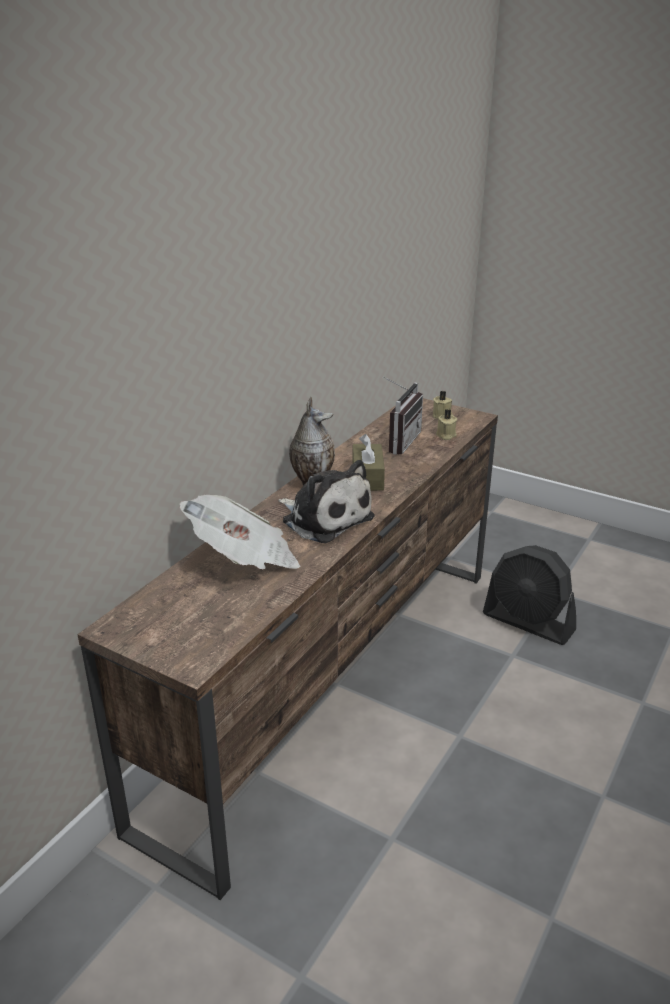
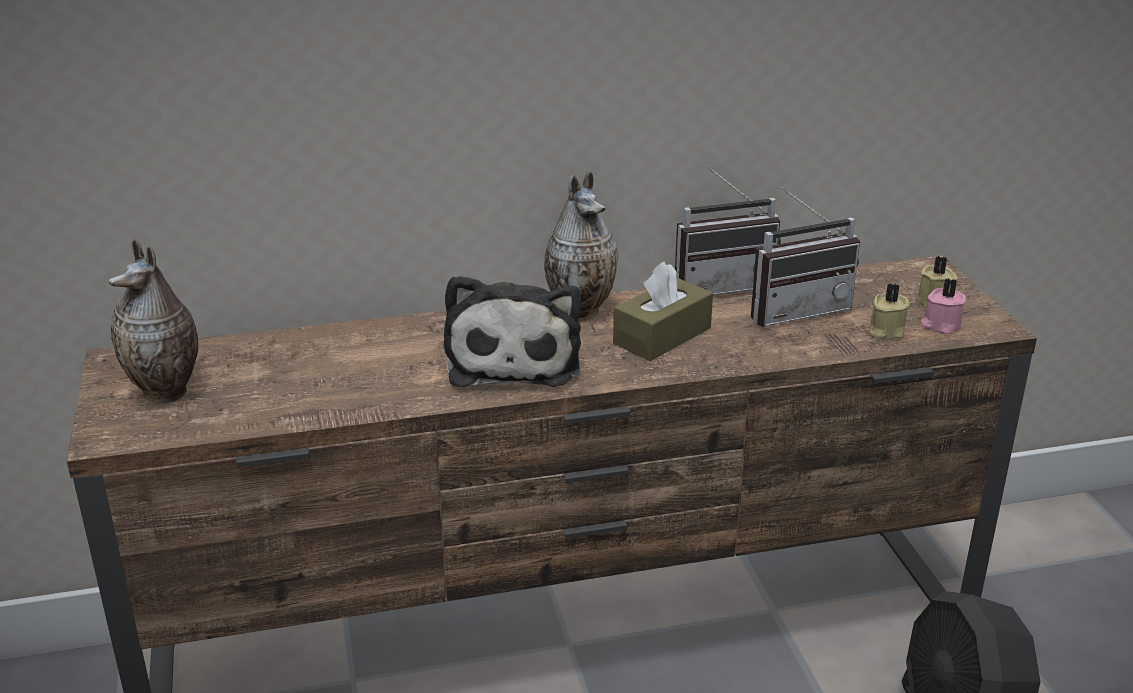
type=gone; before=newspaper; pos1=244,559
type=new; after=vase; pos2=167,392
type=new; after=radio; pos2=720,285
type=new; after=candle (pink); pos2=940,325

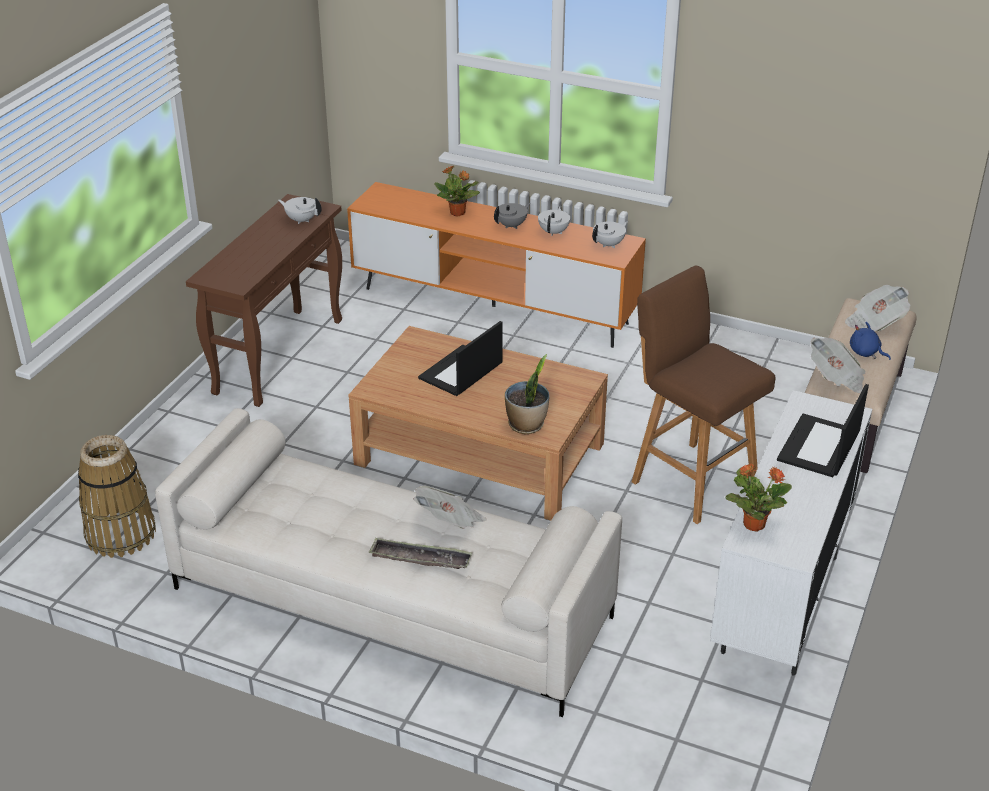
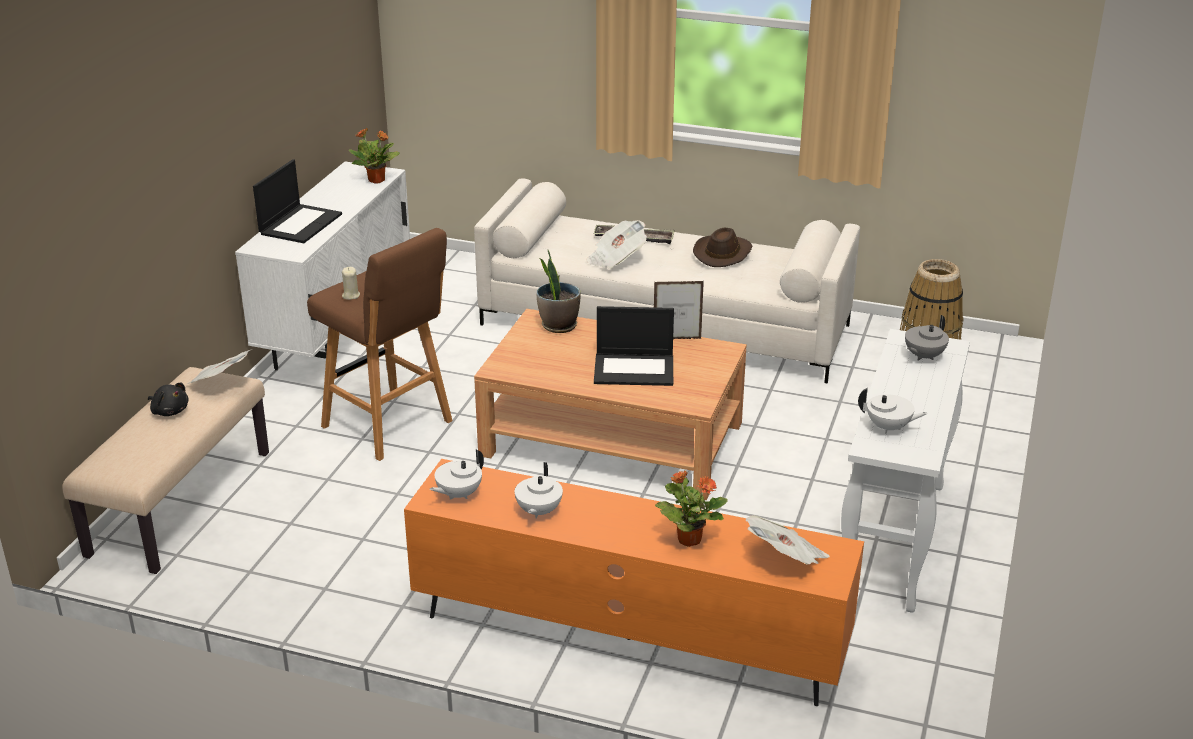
type=repainted; before=console table (brown); after=console table (white); pos1=279,355; pos2=894,541
type=rotated; before=laptop; pos1=461,372; pos2=635,369; turn=60
type=shifted; before=teapot (grey); pos1=512,225; pos2=923,356
type=shifted; before=newspaper; pos1=874,323; pos2=786,559
type=repainted; before=plush toy (blue); after=plush toy (black); pos1=866,353; pos2=169,411
type=new; after=candle (beige); pos2=350,295
type=new; after=picture frame; pos2=677,339
type=new; after=hat (brown); pos2=722,253

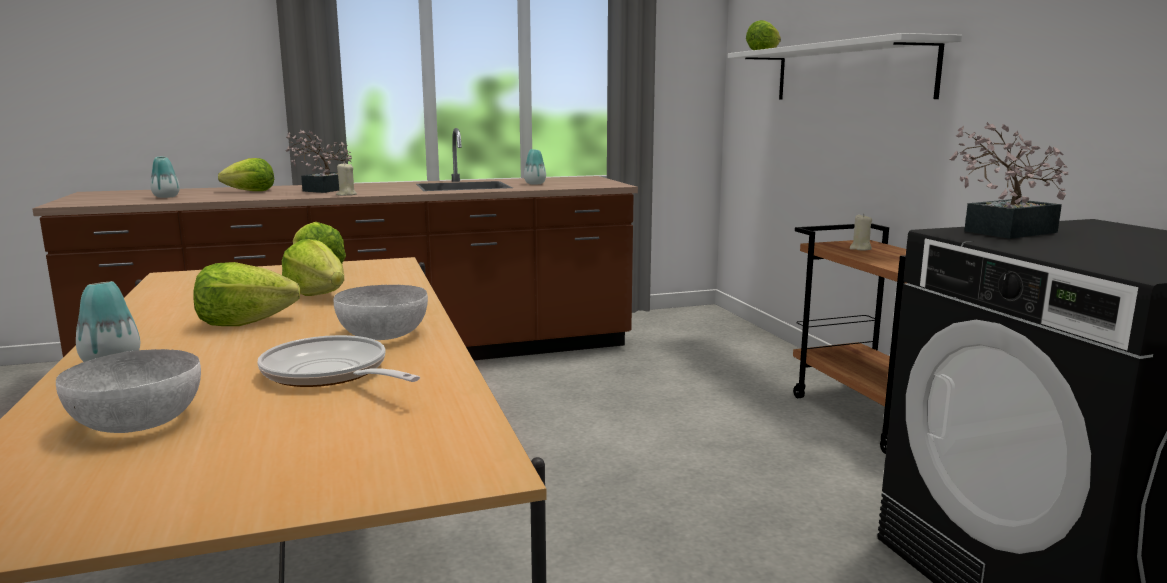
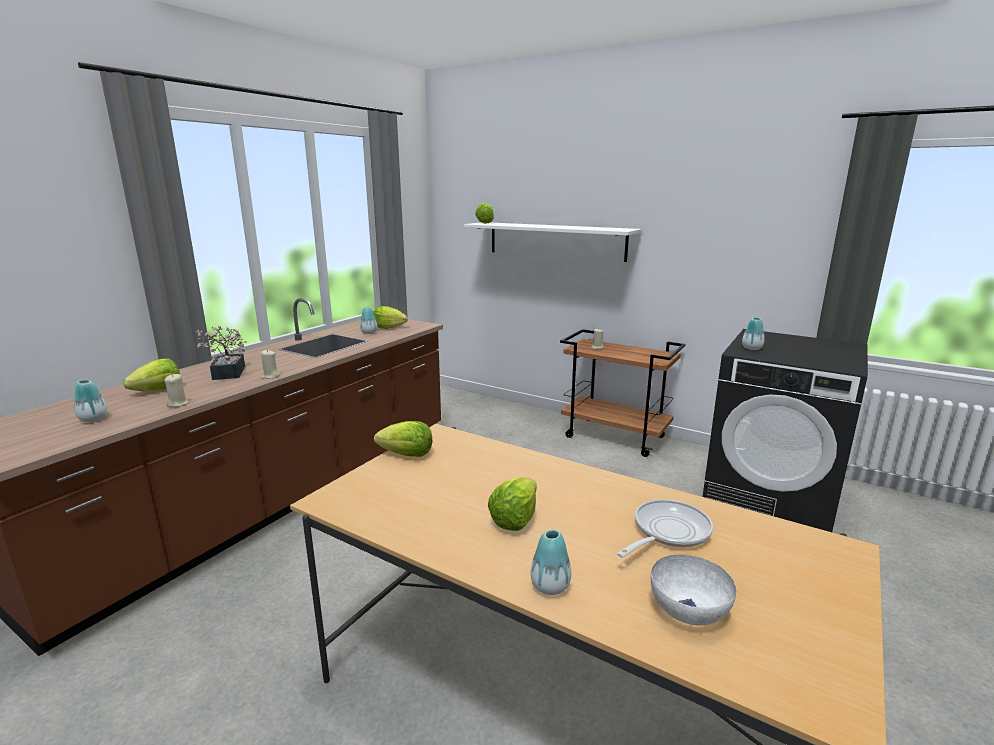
type=rotated; before=frying pan; pos1=330,374; pos2=667,532; turn=135
type=shifted; before=lettuce; pos1=317,294; pos2=388,327
type=gone; before=bowl (white); pos1=383,334
type=swapped; before=potted plant; after=vase; pos1=1002,232; pos2=752,348
type=new; after=candle (beige); pos2=178,404

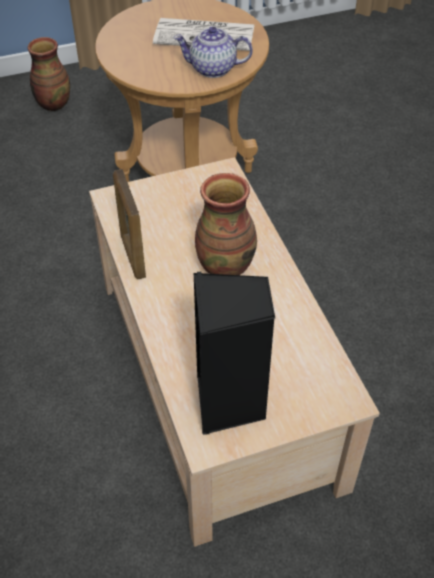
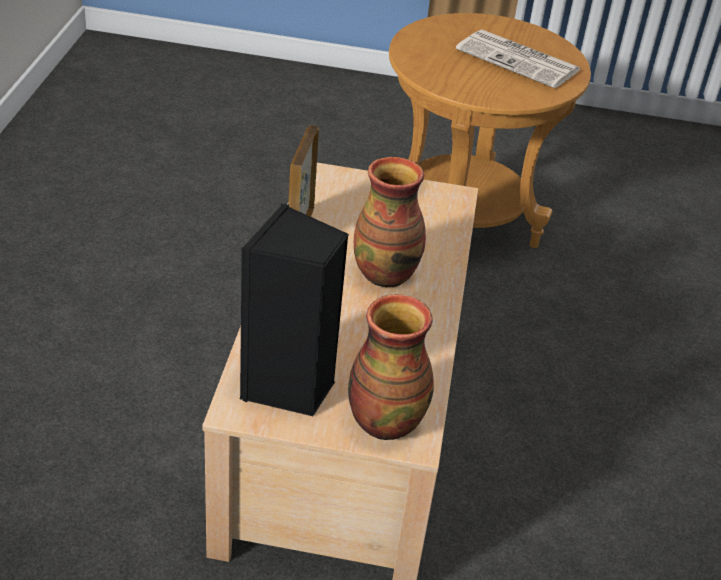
type=shifted; before=vase; pos1=53,104; pos2=384,421
type=gone; before=teapot; pos1=212,69

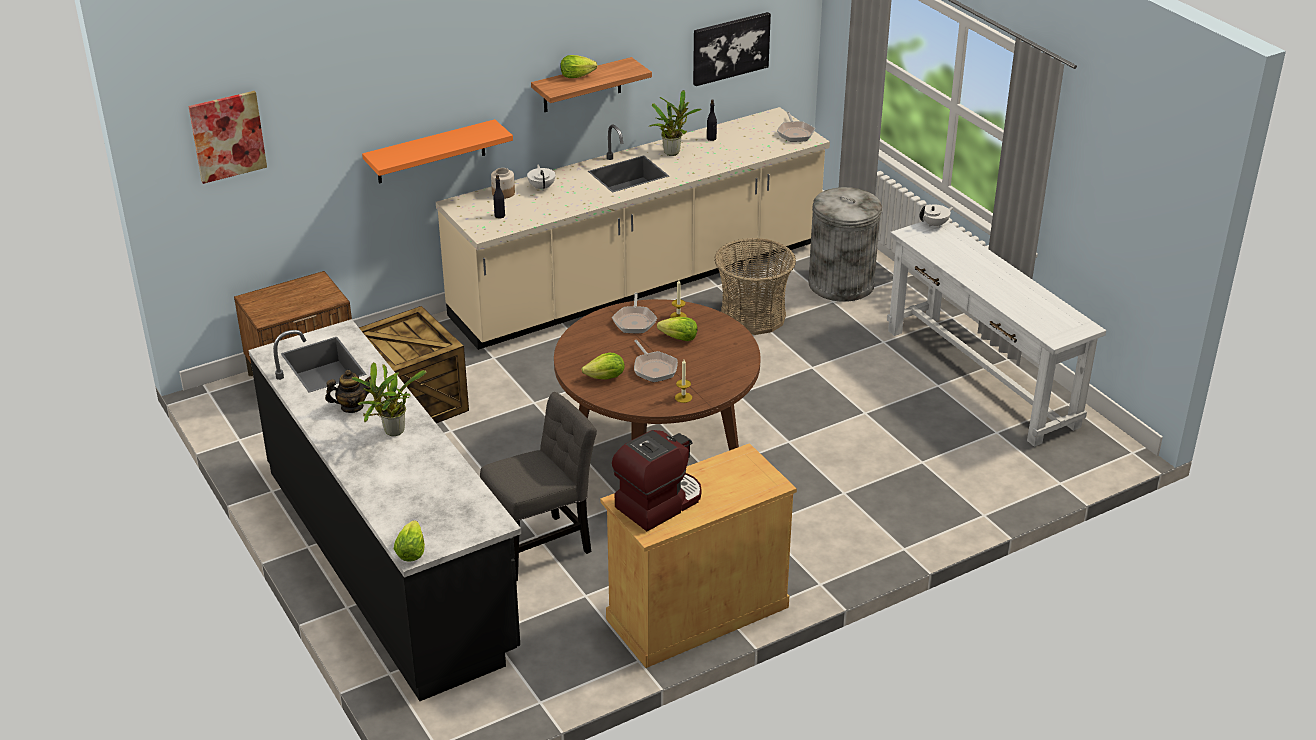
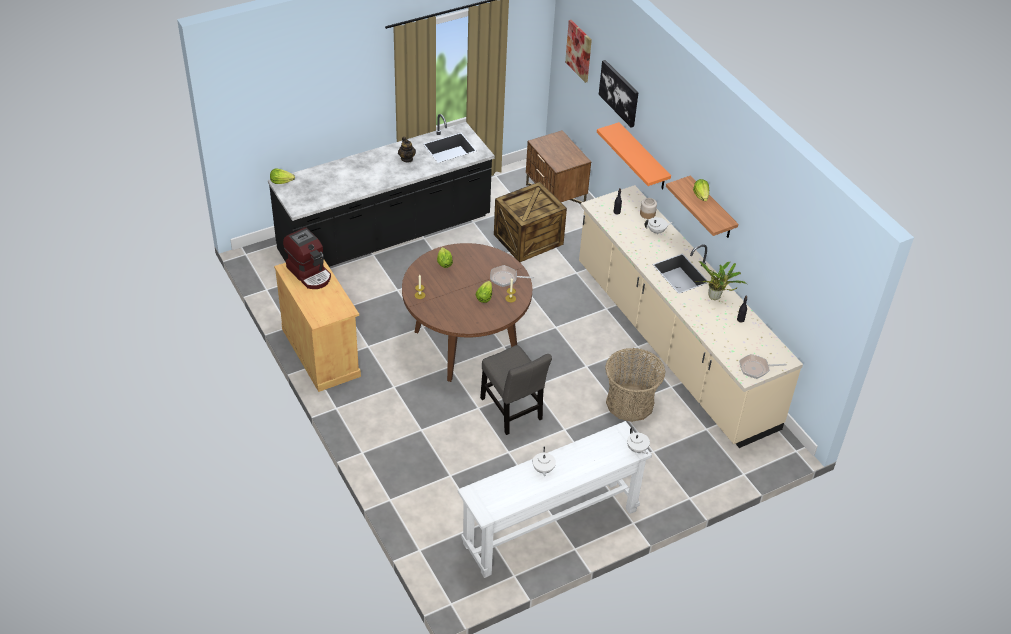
type=gone; before=potted plant; pos1=391,433
type=shifted; before=chair (grey); pos1=541,546; pos2=512,411
type=gone; before=frying pan; pos1=654,368
type=shifted; before=picture; pos1=730,48; pos2=619,93
type=gone; before=trash can (grey); pos1=841,284
type=new; after=teapot (white); pos2=543,469

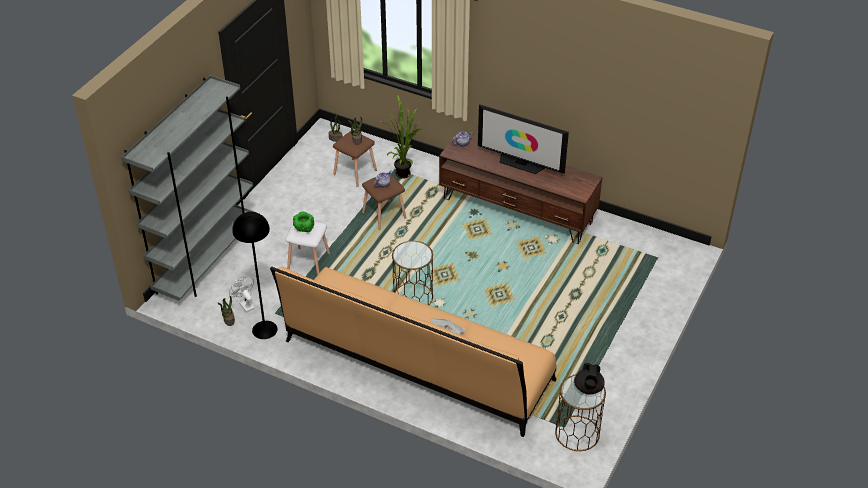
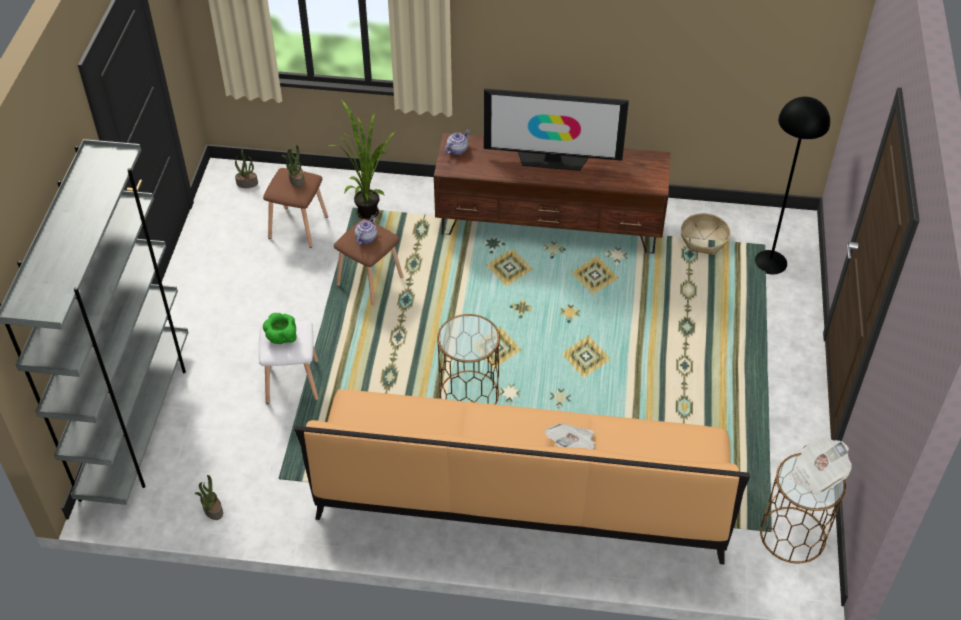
type=gone; before=fan (white); pos1=245,304
type=shifted; before=floor lamp (black); pos1=264,330; pos2=769,262
type=swapped; before=teapot (black); after=newspaper; pos1=588,388; pos2=816,474
type=new; after=basket; pos2=704,239

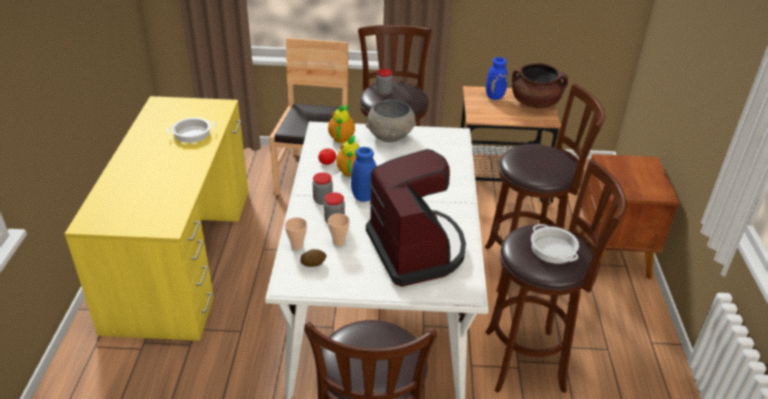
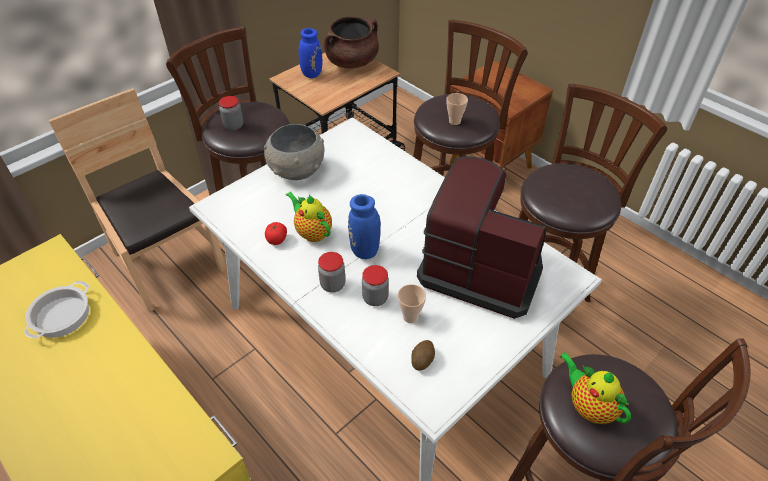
type=shifted; before=cup; pos1=297,245; pos2=454,121
type=shifted; before=teapot; pos1=342,137; pos2=588,406
type=gone; before=cooking pot; pos1=552,249

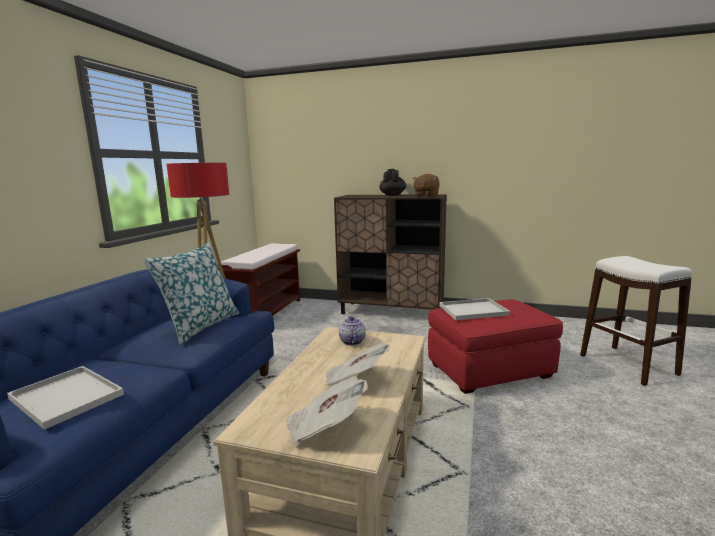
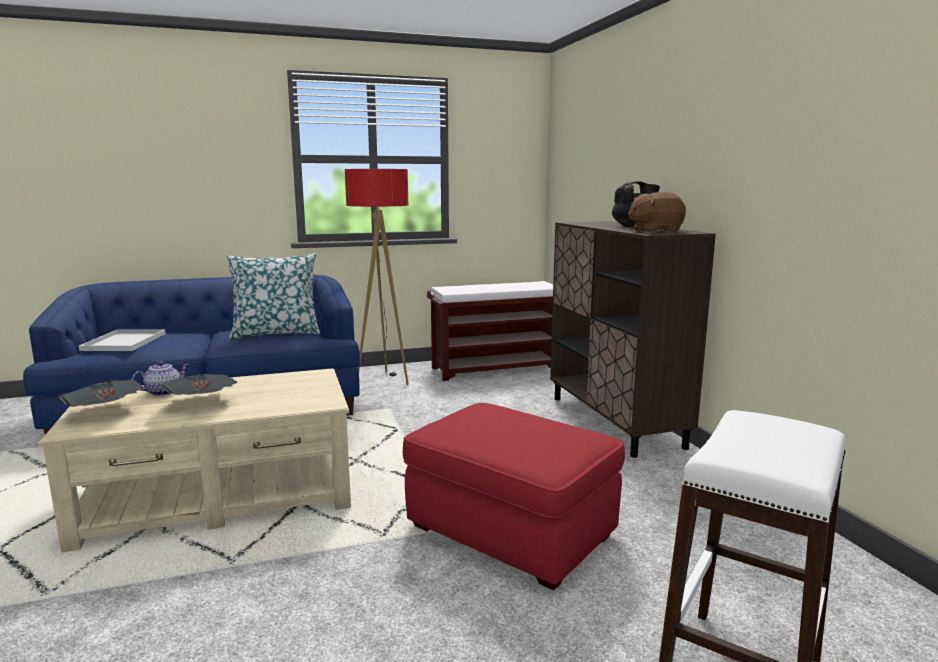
type=shifted; before=teapot; pos1=352,341; pos2=164,392
type=gone; before=tray (white); pos1=472,310

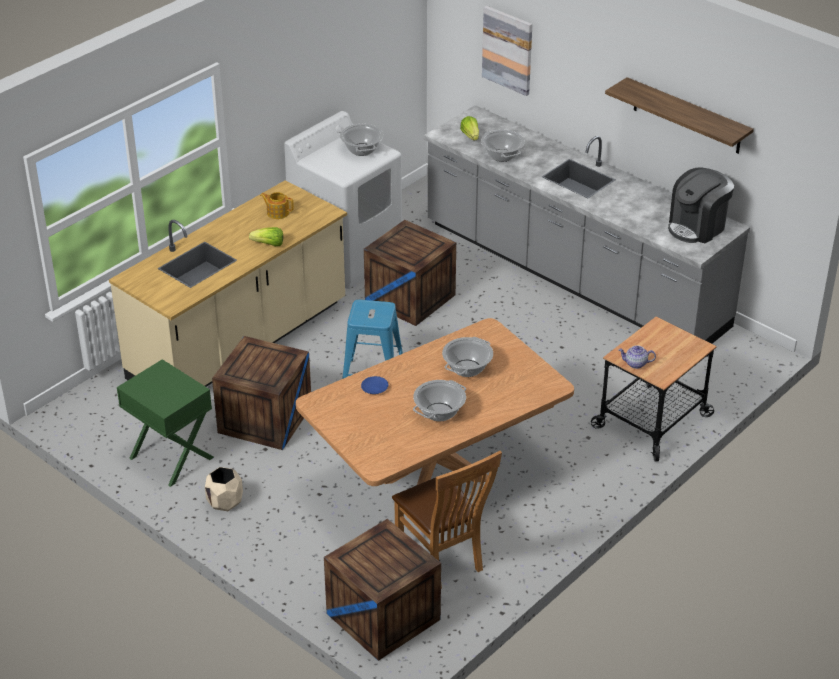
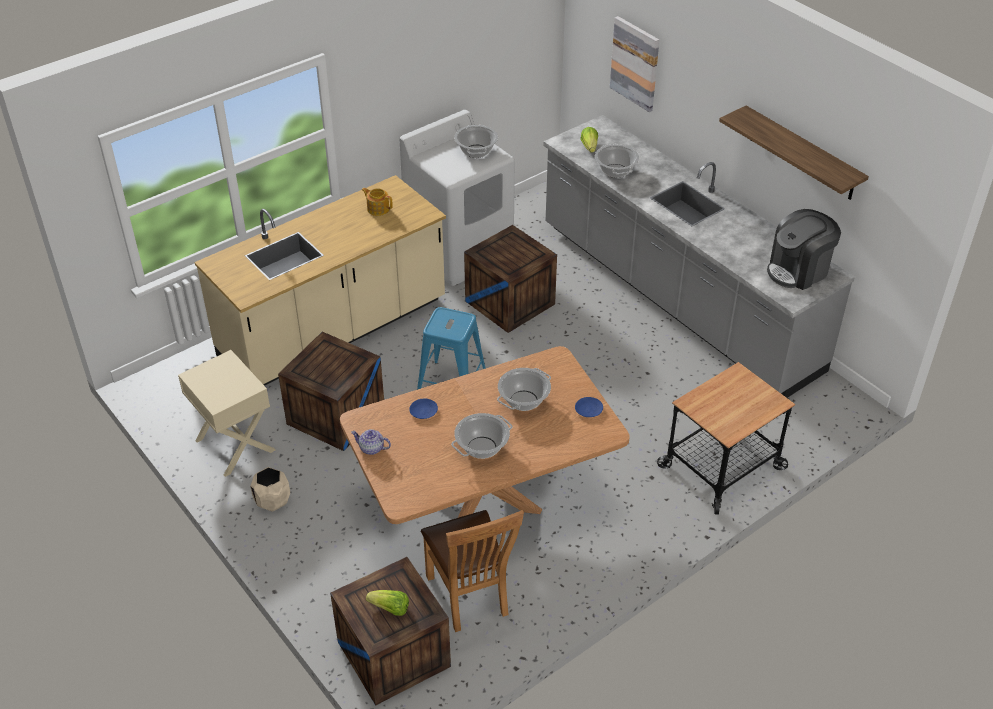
type=repainted; before=nightstand (green); after=nightstand (beige); pos1=170,458; pos2=234,445
type=shifted; before=lettuce; pos1=268,244; pos2=390,609
type=shifted; before=teapot; pos1=635,364; pos2=371,448
type=new; after=plate (blue); pos2=589,410

